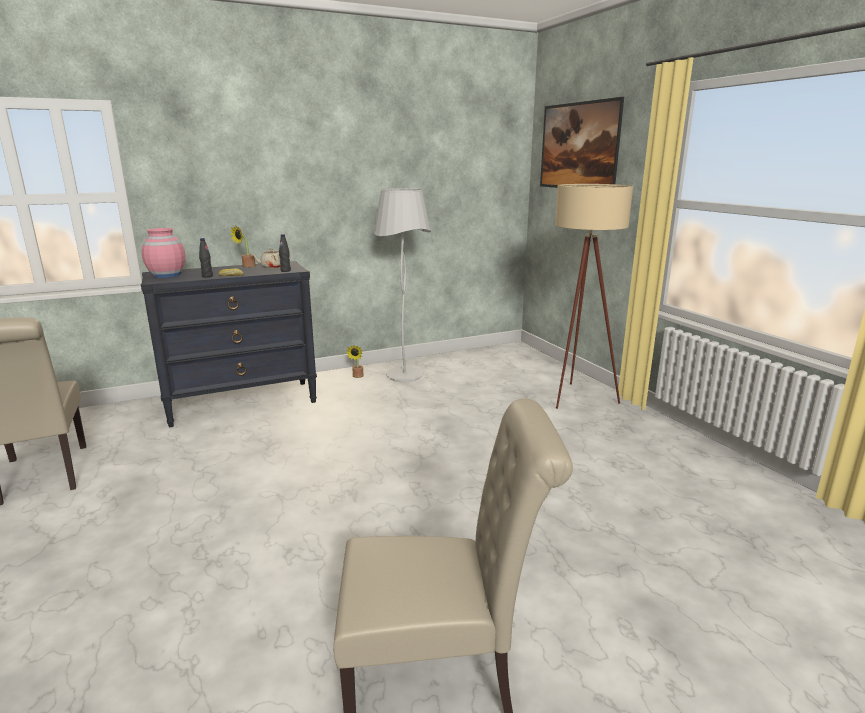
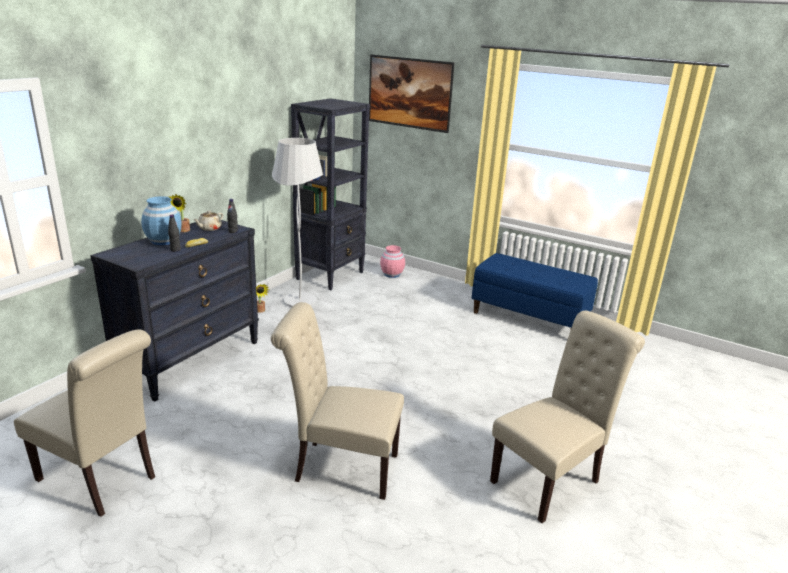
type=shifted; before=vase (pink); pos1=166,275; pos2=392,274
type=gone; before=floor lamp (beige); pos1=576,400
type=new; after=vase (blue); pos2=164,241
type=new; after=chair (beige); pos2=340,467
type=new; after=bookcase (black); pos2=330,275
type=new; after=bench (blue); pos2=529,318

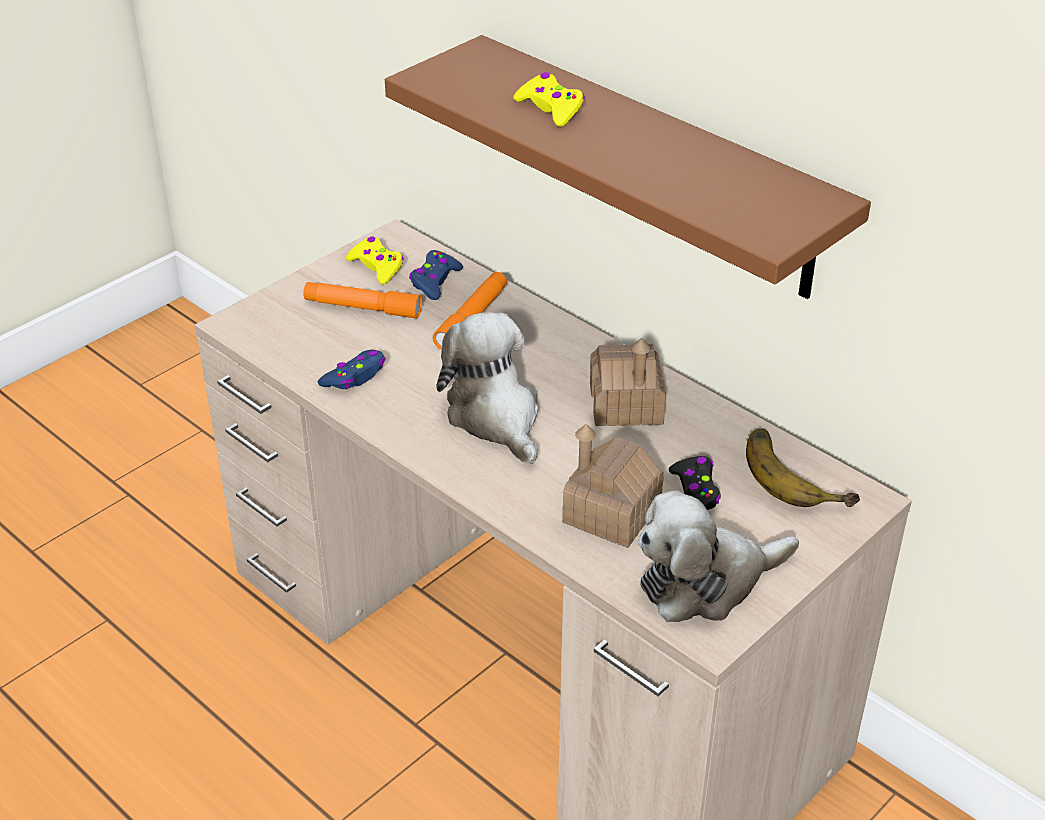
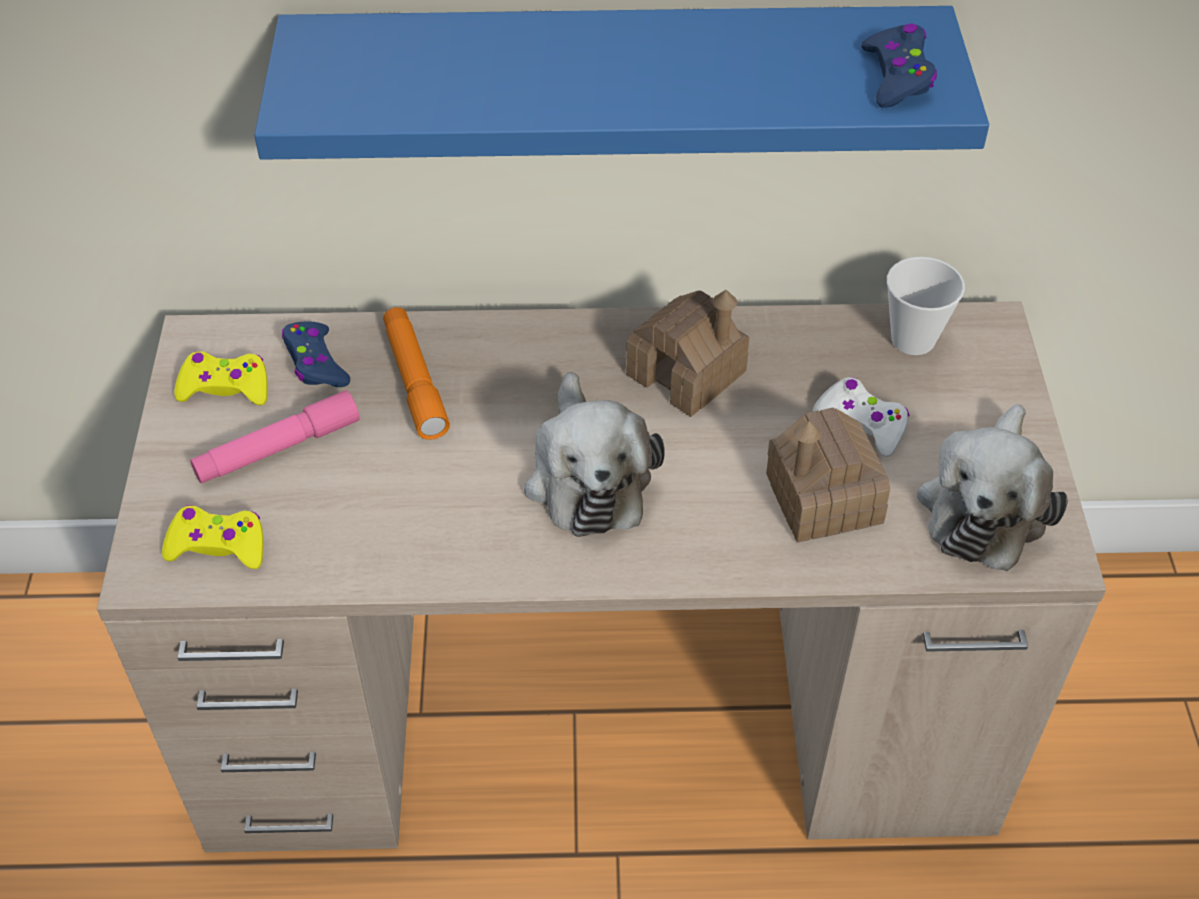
type=repainted; before=flashlight (orange); after=flashlight (pink); pos1=362,308; pos2=278,448
type=shifted; before=game controller (blue); pos1=355,377; pos2=897,76
type=repainted; before=shelf (brown); after=shelf (blue); pos1=655,167; pos2=616,82
type=rotated; before=plush toy; pos1=495,417; pos2=587,476; turn=-120
type=shifted; before=game controller (yellow); pos1=551,108; pos2=218,545
type=repainted; before=game controller (black); after=game controller (white); pos1=694,493; pos2=862,423
type=swapped; before=banana; after=cup; pos1=798,473; pos2=913,339

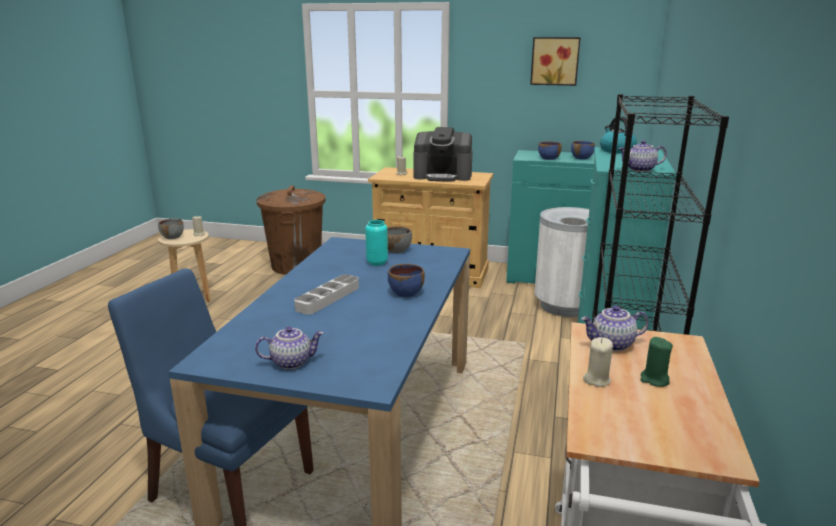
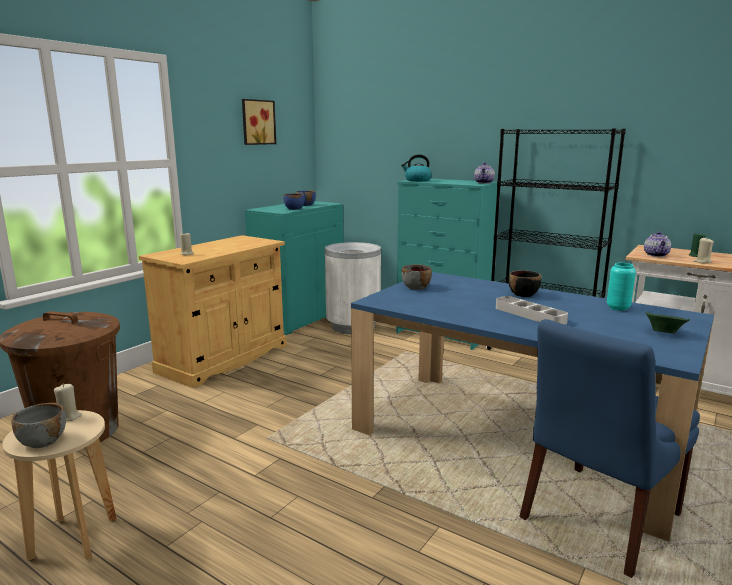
type=swapped; before=teapot; after=bowl (green); pos1=291,362; pos2=663,333
type=shifted; before=vase (turquoise); pos1=377,262; pos2=618,308
type=repainted; before=bowl (blue); after=bowl (black); pos1=406,293; pos2=523,294
type=gone; before=coffee machine; pos1=443,176

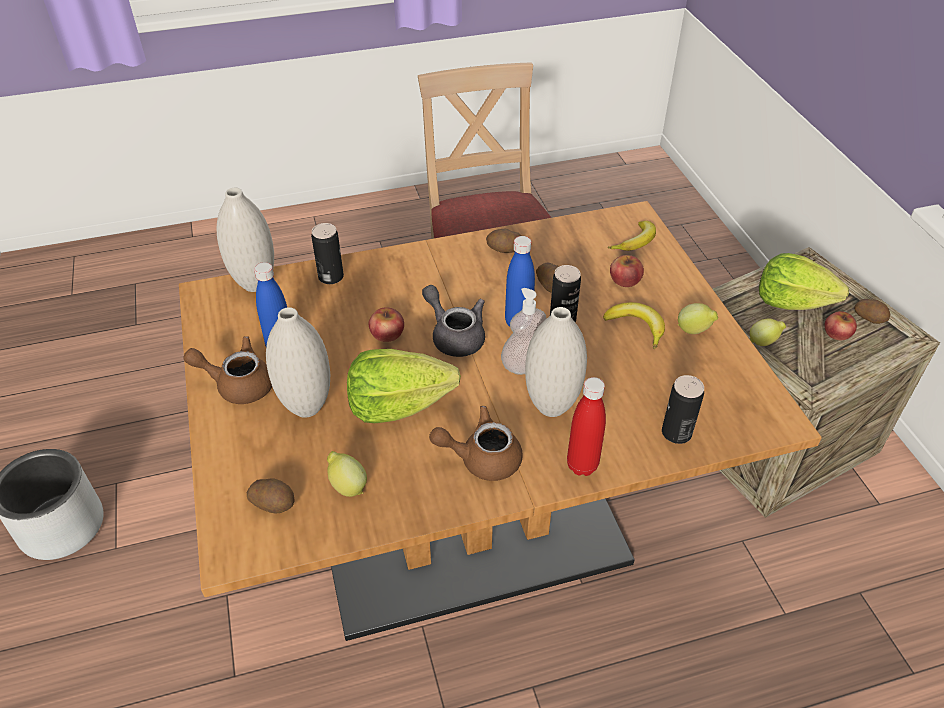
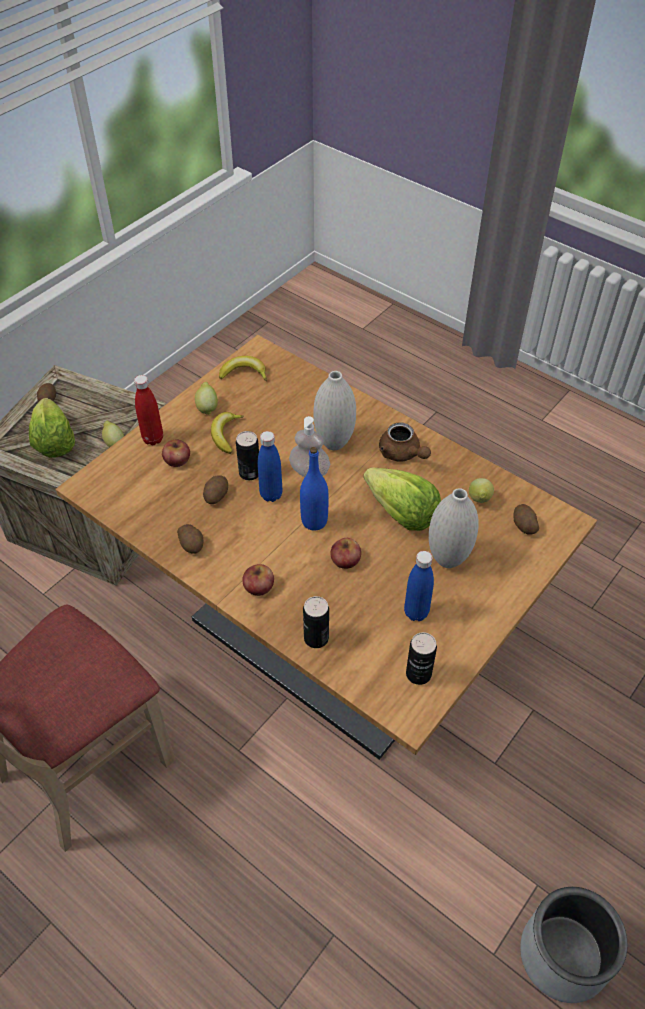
type=gone; before=teapot (brown); pos1=238,384
type=gone; before=vase (white); pos1=255,284
type=swapped; before=teapot (grey); after=bottle (blue); pos1=454,335; pos2=314,521
type=shifted; before=bottle (red); pos1=582,465; pos2=153,439
type=shifted; before=banana; pos1=636,242; pos2=244,373
type=shifted; before=can; pos1=676,433; pos2=418,674
type=shifted; before=apple; pos1=837,333; pos2=258,586

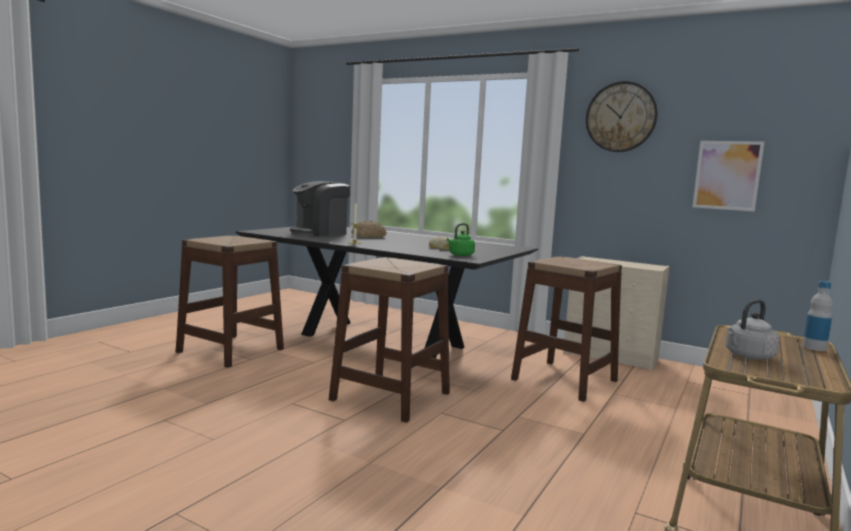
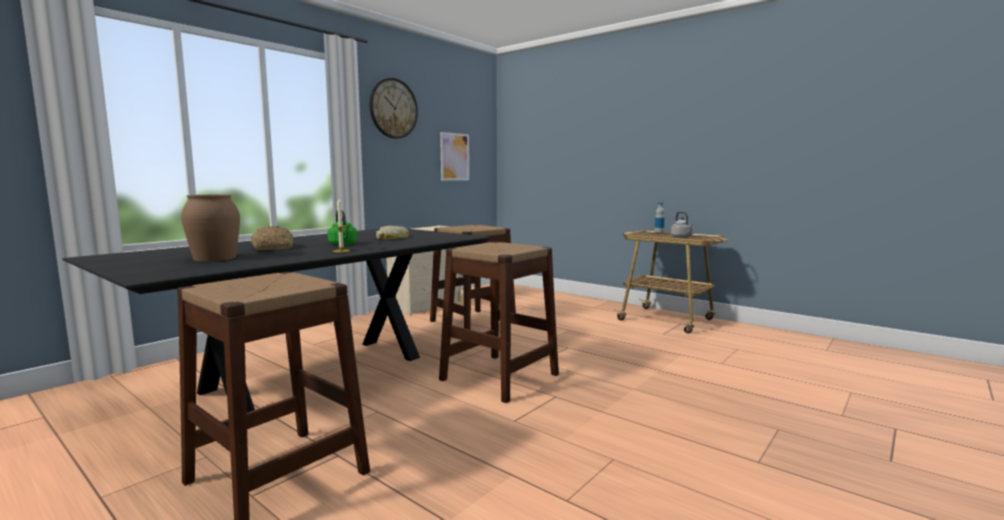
type=swapped; before=coffee machine; after=vase (brown); pos1=320,233; pos2=215,258
type=shifted; before=kettle (green); pos1=460,255; pos2=343,244

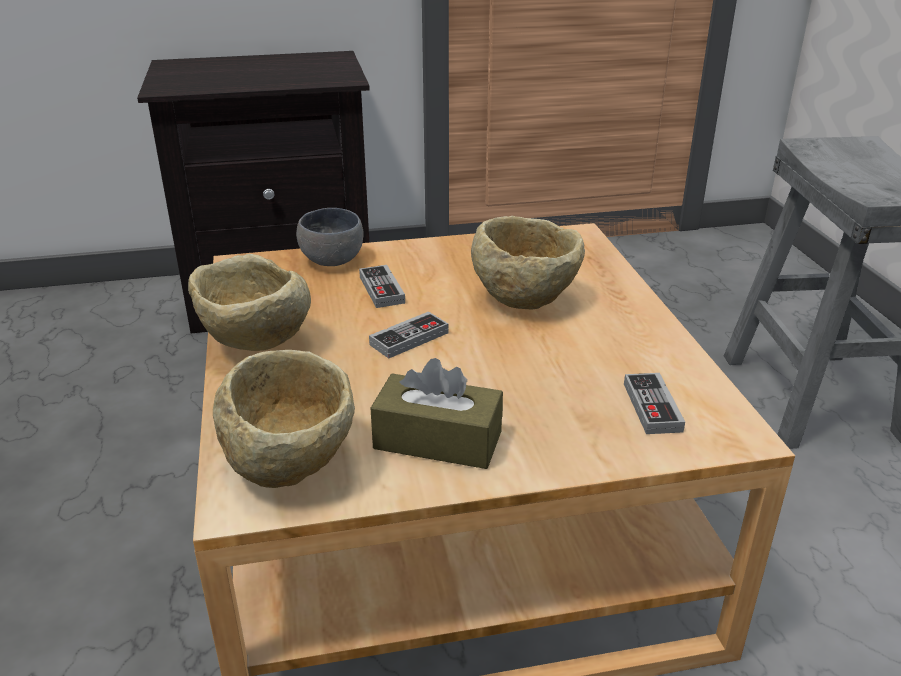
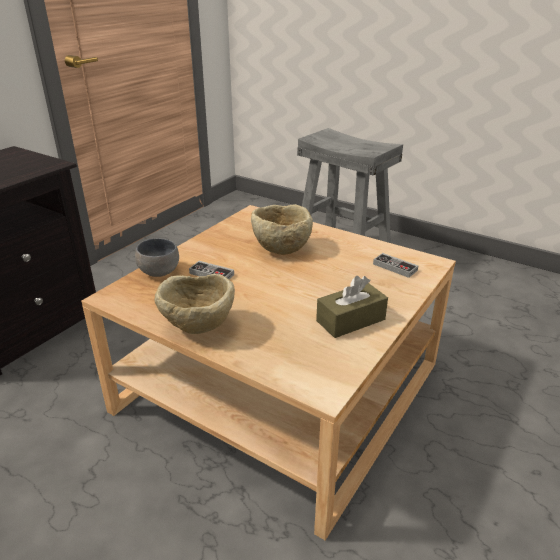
type=gone; before=bowl (beige); pos1=293,465
type=gone; before=game controller; pos1=409,339

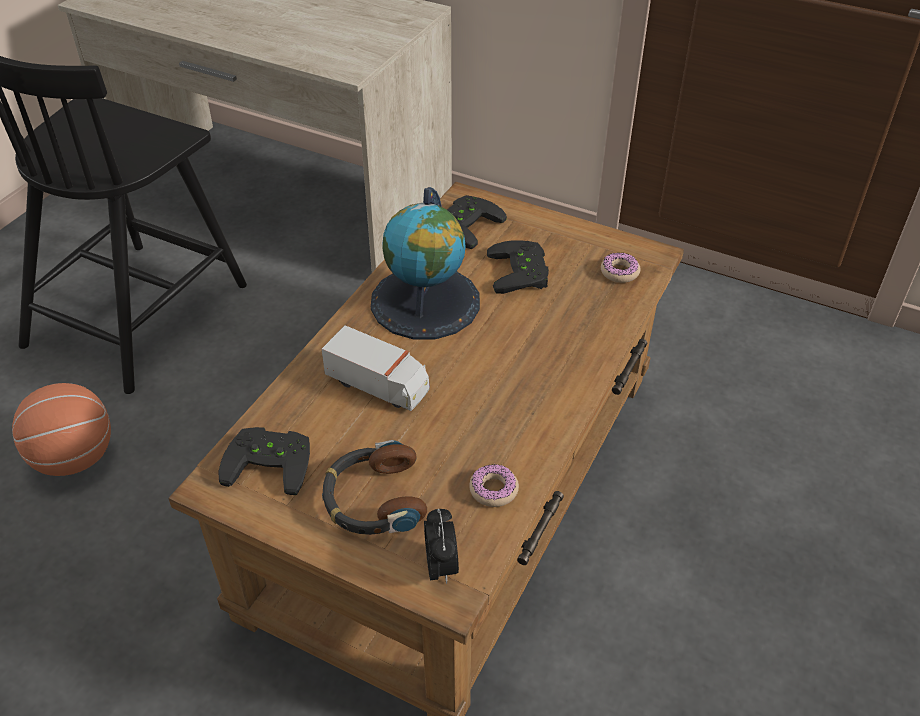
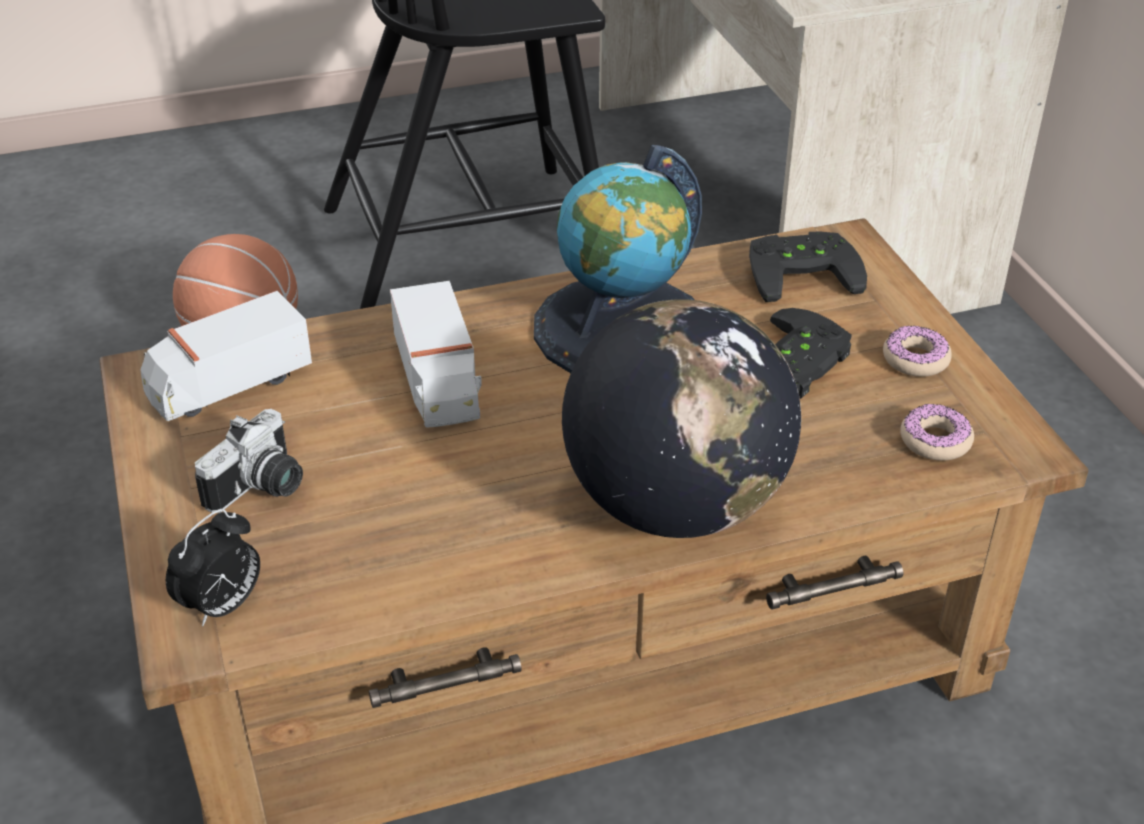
type=swapped; before=game controller (black); after=toy truck; pos1=271,461; pos2=228,385
type=swapped; before=headphones; after=photo camera; pos1=373,499; pos2=262,489
type=shifted; before=donut; pos1=493,490; pos2=915,359
type=new; after=globe; pos2=676,505

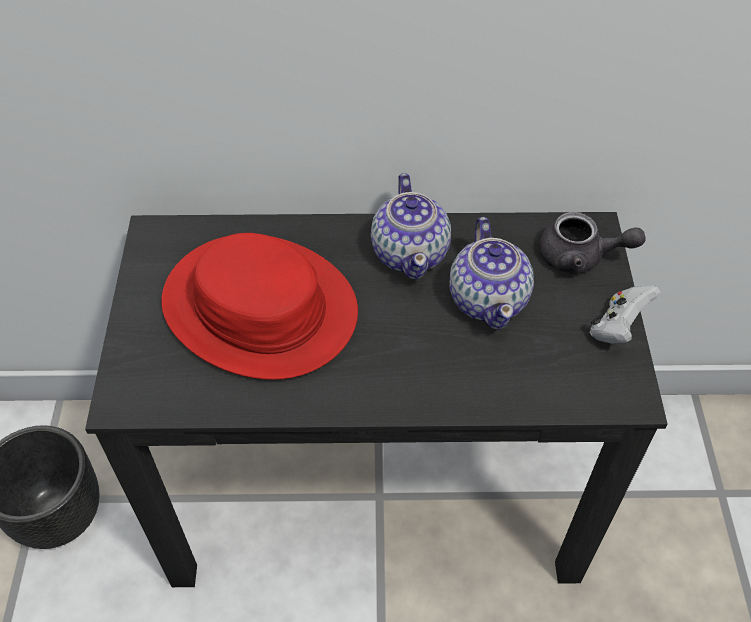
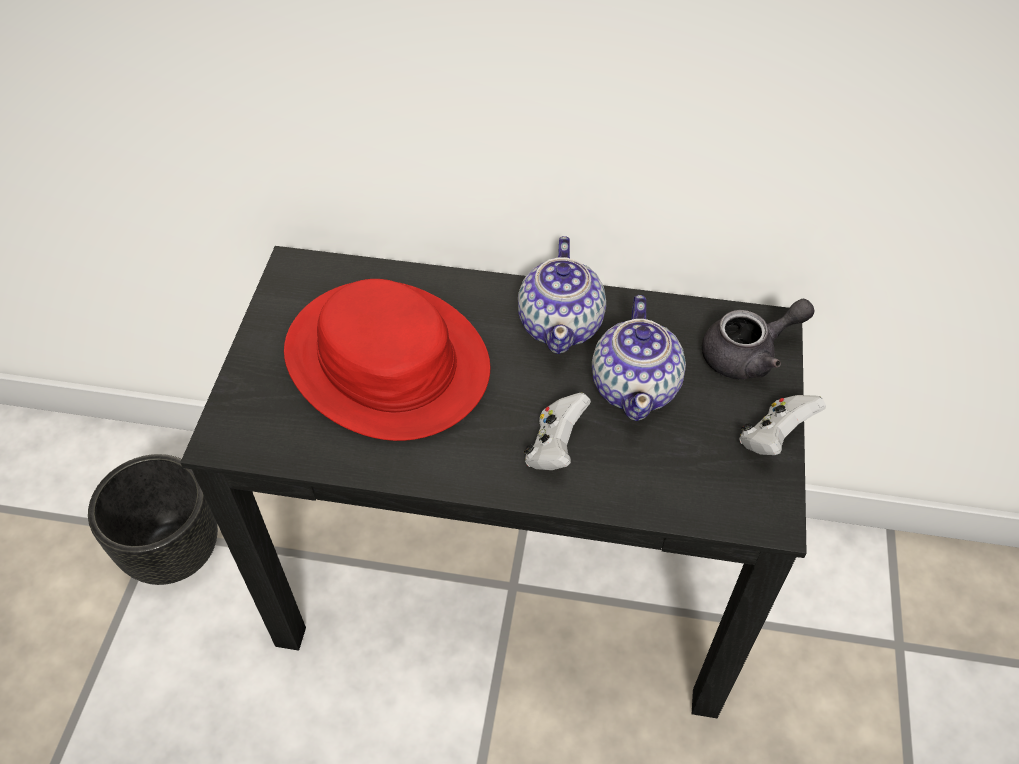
type=rotated; before=teapot (grey); pos1=580,257; pos2=748,354; turn=-45
type=new; after=game controller (white); pos2=555,447

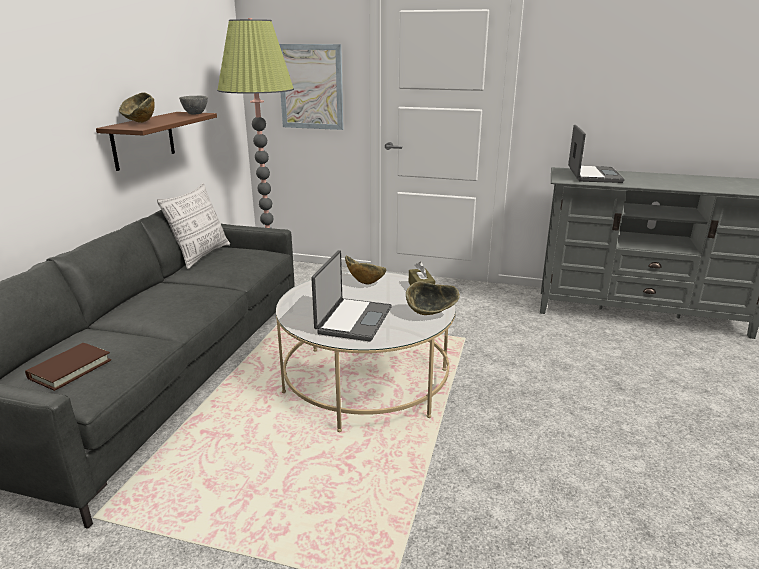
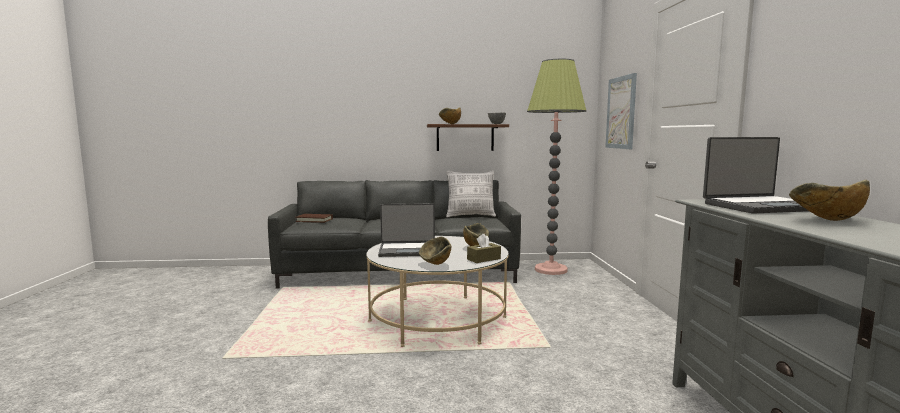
type=new; after=bowl; pos2=827,220

